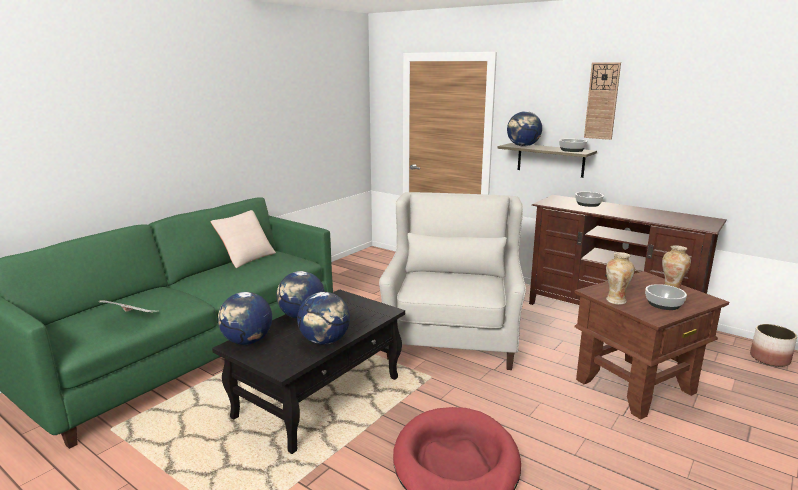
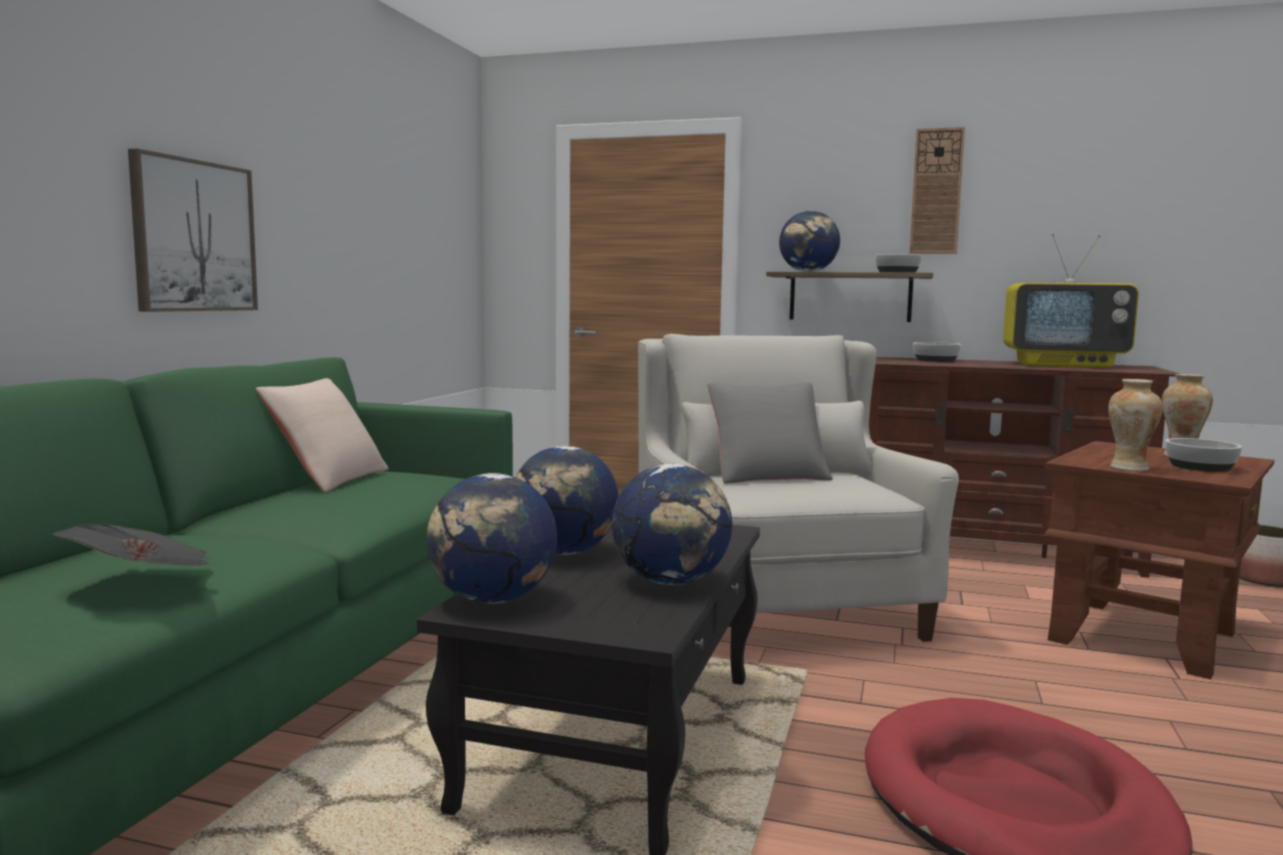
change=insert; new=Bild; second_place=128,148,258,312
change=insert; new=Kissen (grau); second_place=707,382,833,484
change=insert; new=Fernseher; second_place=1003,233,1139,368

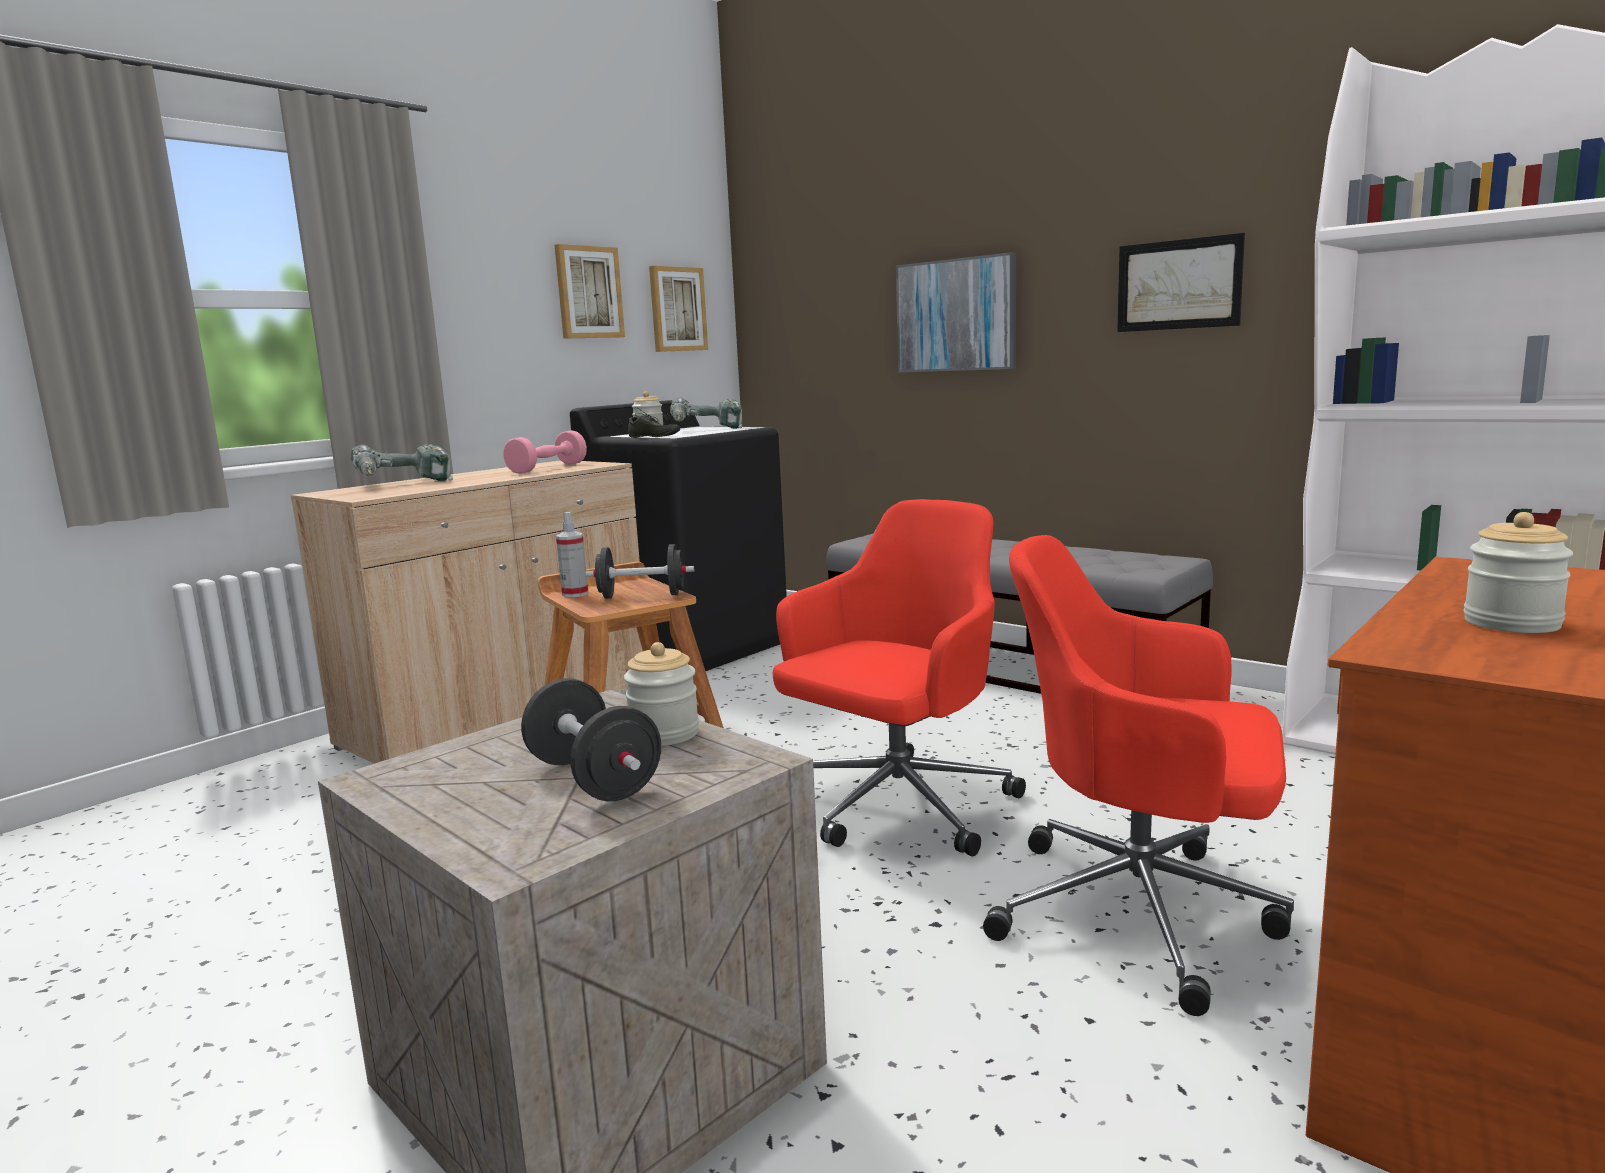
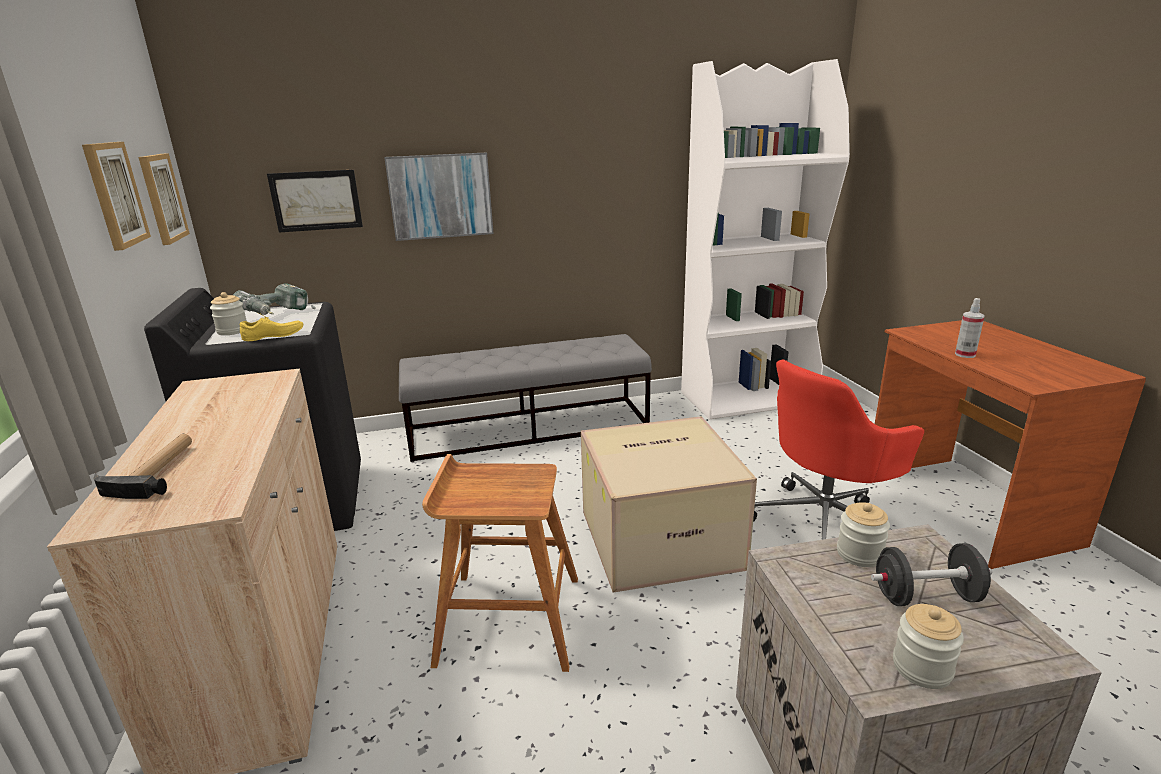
change=replace; old=Bohrmaschine; new=Hammer; first_place=351,444,453,481; second_place=94,434,192,499
change=recolor; old=Schuh (grau); new=Schuh (gelb); first_place=628,407,680,437; second_place=240,313,303,341
change=move; old=Bild; first_place=1117,233,1245,332; second_place=267,170,363,233
change=replace; old=Bürostuhl (rot); new=Karton; first_place=773,499,1026,856; second_place=581,416,757,593
change=move; old=Vorratsglas; first_place=1464,512,1573,633; second_place=893,604,964,689
change=move; old=Sprühflasche; first_place=556,512,588,597; second_place=955,298,985,358
change=delete; old=Hantel (rosa); first_place=503,430,587,474
change=delete; old=Hantel (schwarz); first_place=585,544,694,599

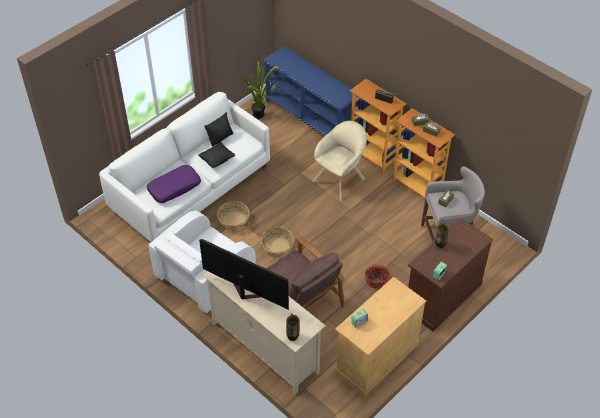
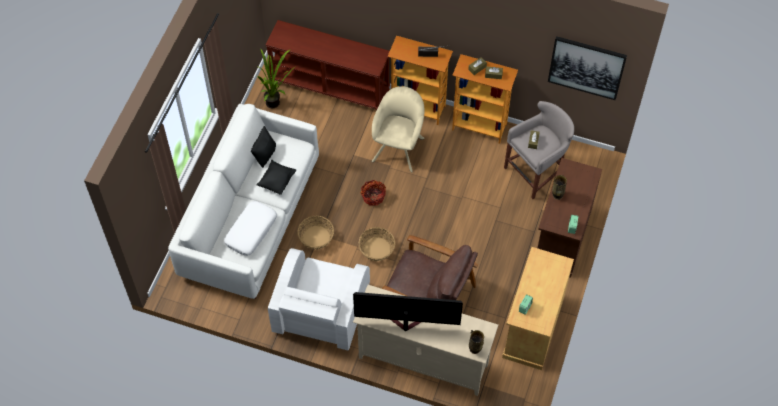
change=recolor; old=Kissen (lila); new=Kissen (weiß); first_place=147,165,201,203; second_place=224,201,277,256
change=recolor; old=Konsolentisch (blau); new=Konsolentisch (braun); first_place=264,46,358,136; second_place=266,20,390,110
change=move; old=Korb; first_place=365,264,390,289; second_place=361,180,386,206
change=insert; new=Bild; second_place=548,36,627,100

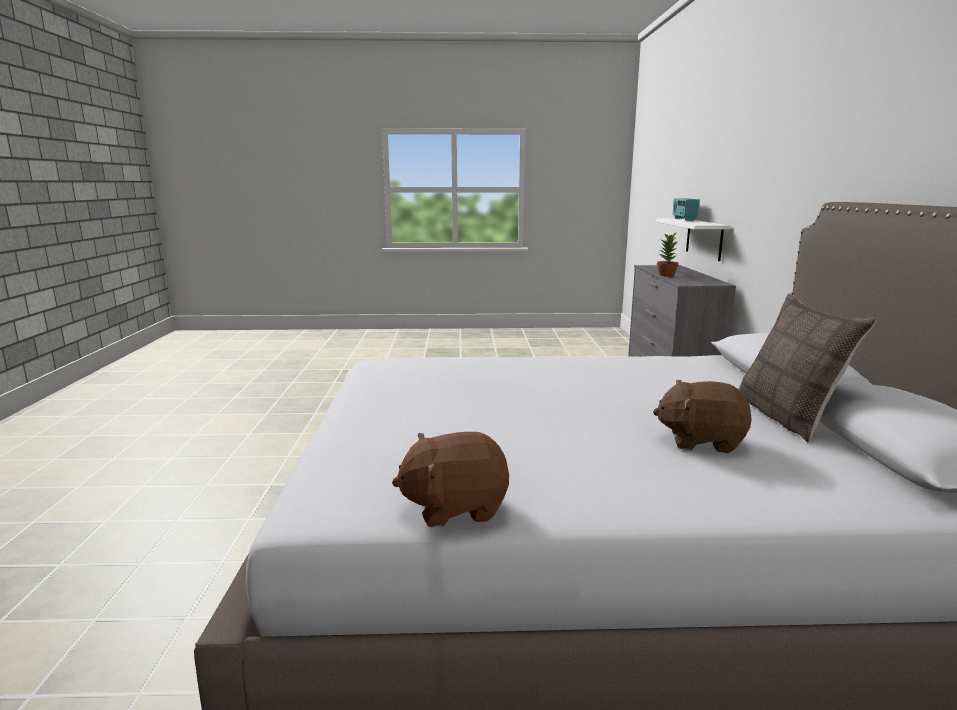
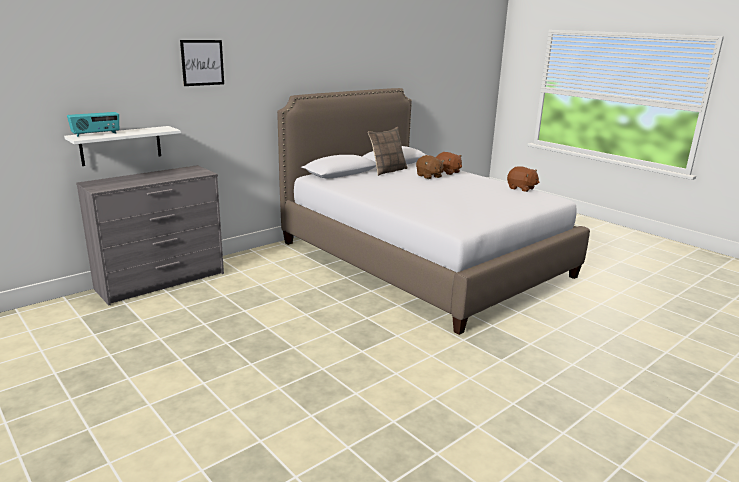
change=insert; new=Bild; second_place=180,40,224,86
change=insert; new=Plüschtier (braun); second_place=436,152,462,175
change=delete; old=Topfpflanze; first_place=657,231,679,276

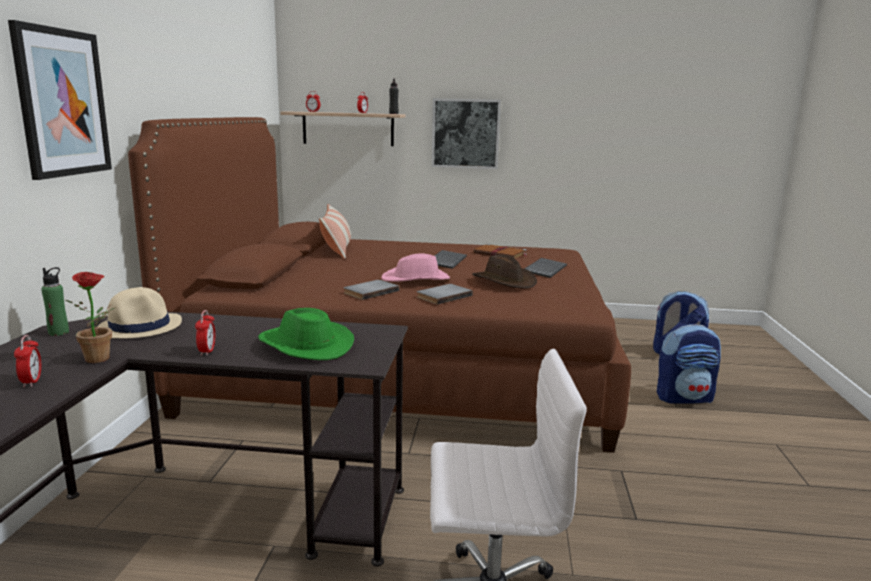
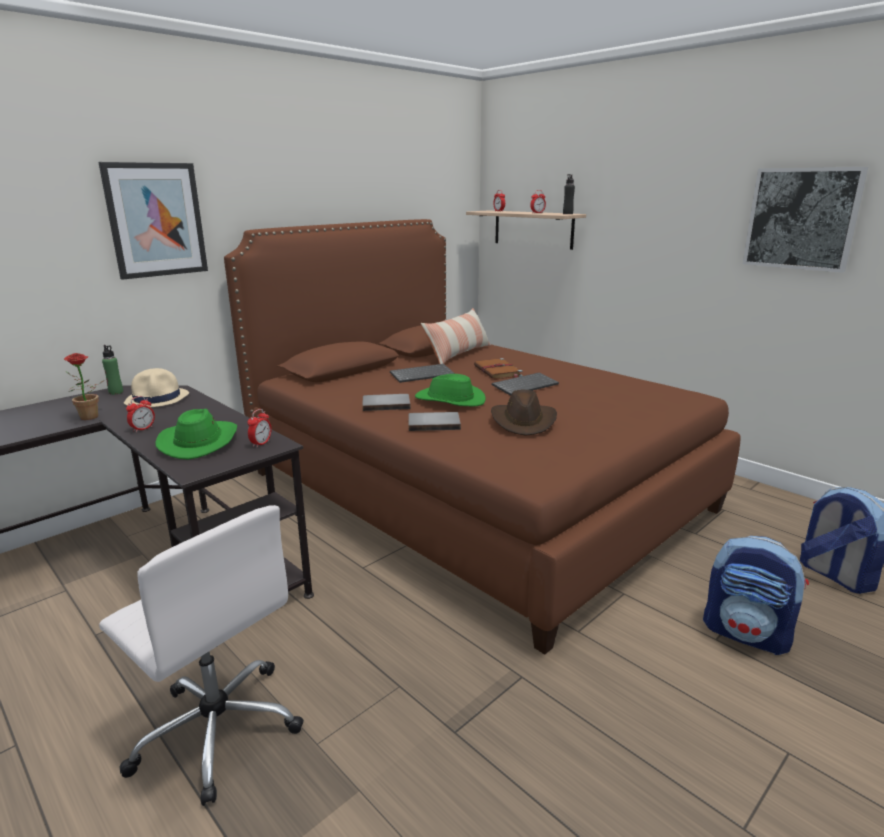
change=move; old=Wecker; first_place=14,335,41,388; second_place=247,409,272,448
change=move; old=Tastatur; first_place=525,258,567,278; second_place=390,364,455,383
change=recolor; old=Hut (rosa); new=Hut (grün); first_place=381,253,450,282; second_place=415,374,486,406
change=move; old=Buch (braun); first_place=473,244,527,259; second_place=474,358,523,379
change=move; old=Bild; first_place=432,98,501,169; second_place=743,167,868,273

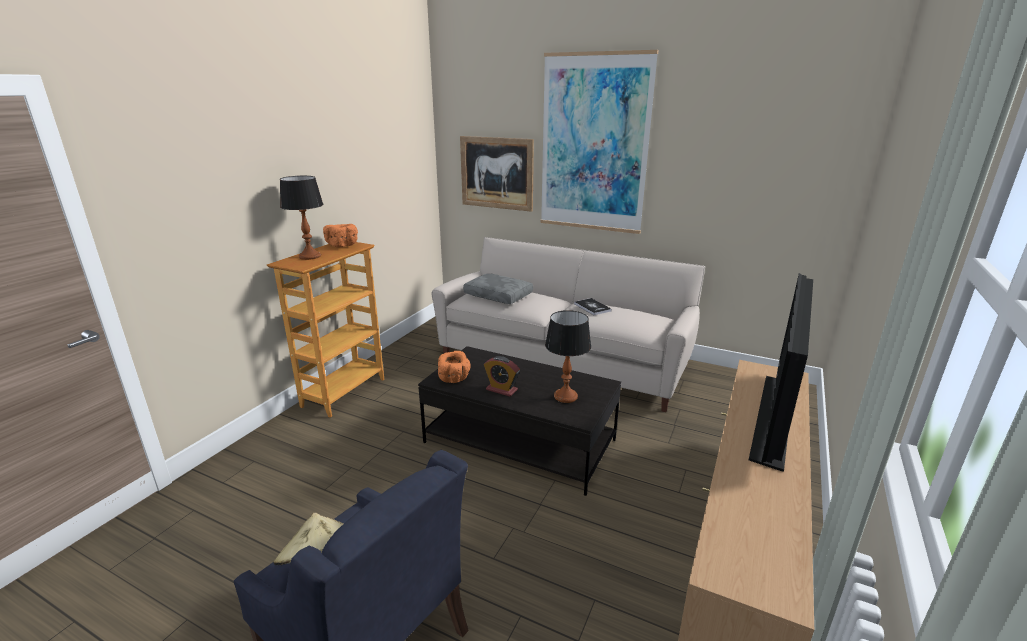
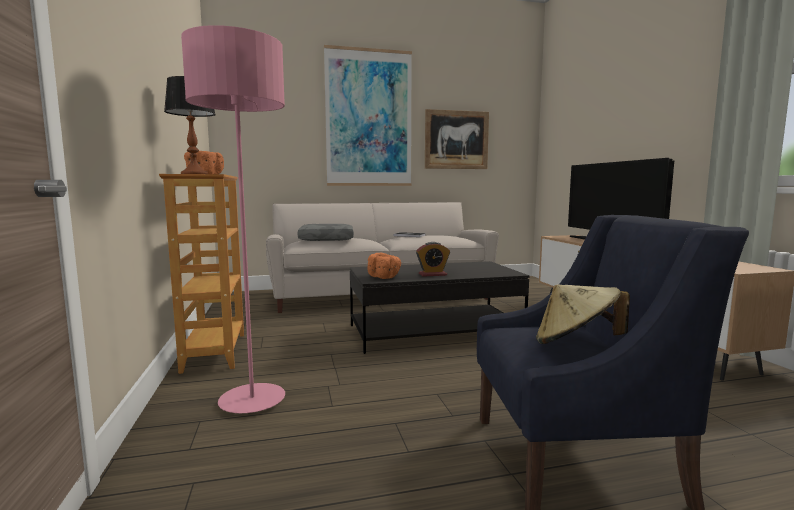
change=insert; new=Stehlampe (rosa); second_place=181,25,285,413
change=move; old=Bild; first_place=460,136,534,212; second_place=425,109,489,169
change=delete; old=Tischlampe; first_place=545,310,591,403

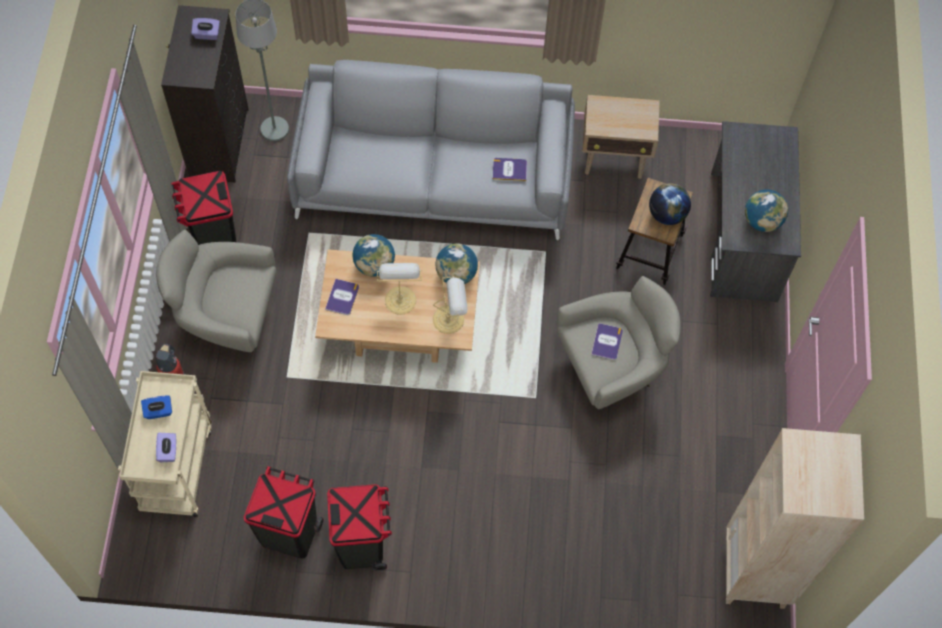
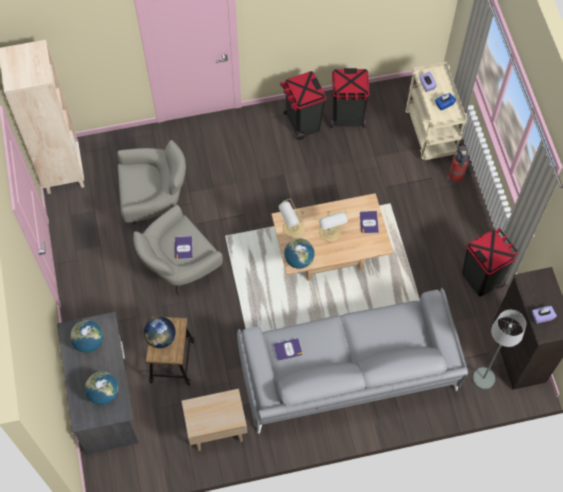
change=move; old=Globus; first_place=353,234,395,276; second_place=85,372,118,405
change=move; old=Sessel (grau); first_place=156,230,276,353; second_place=118,140,186,224

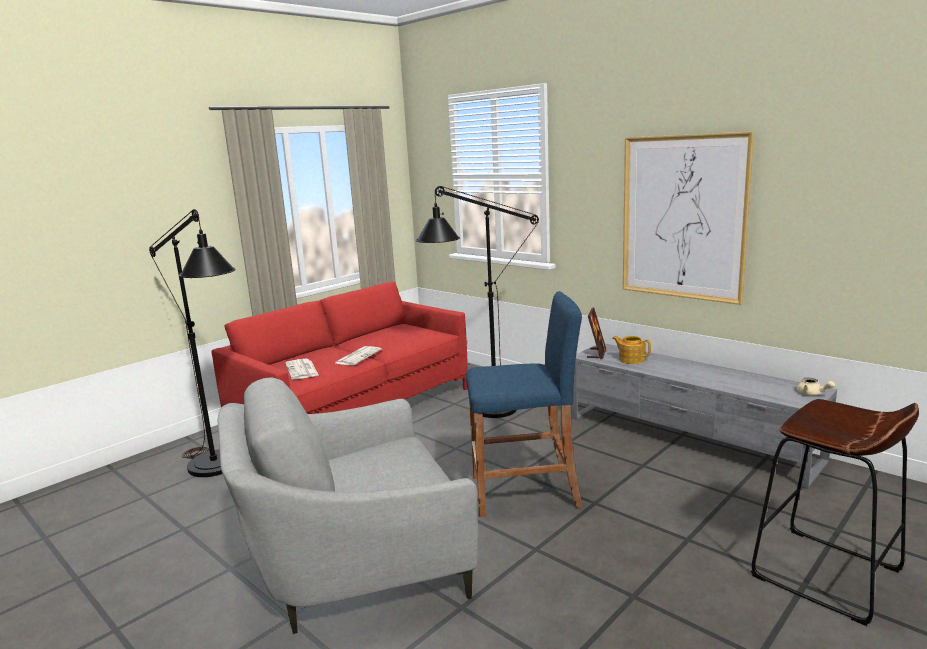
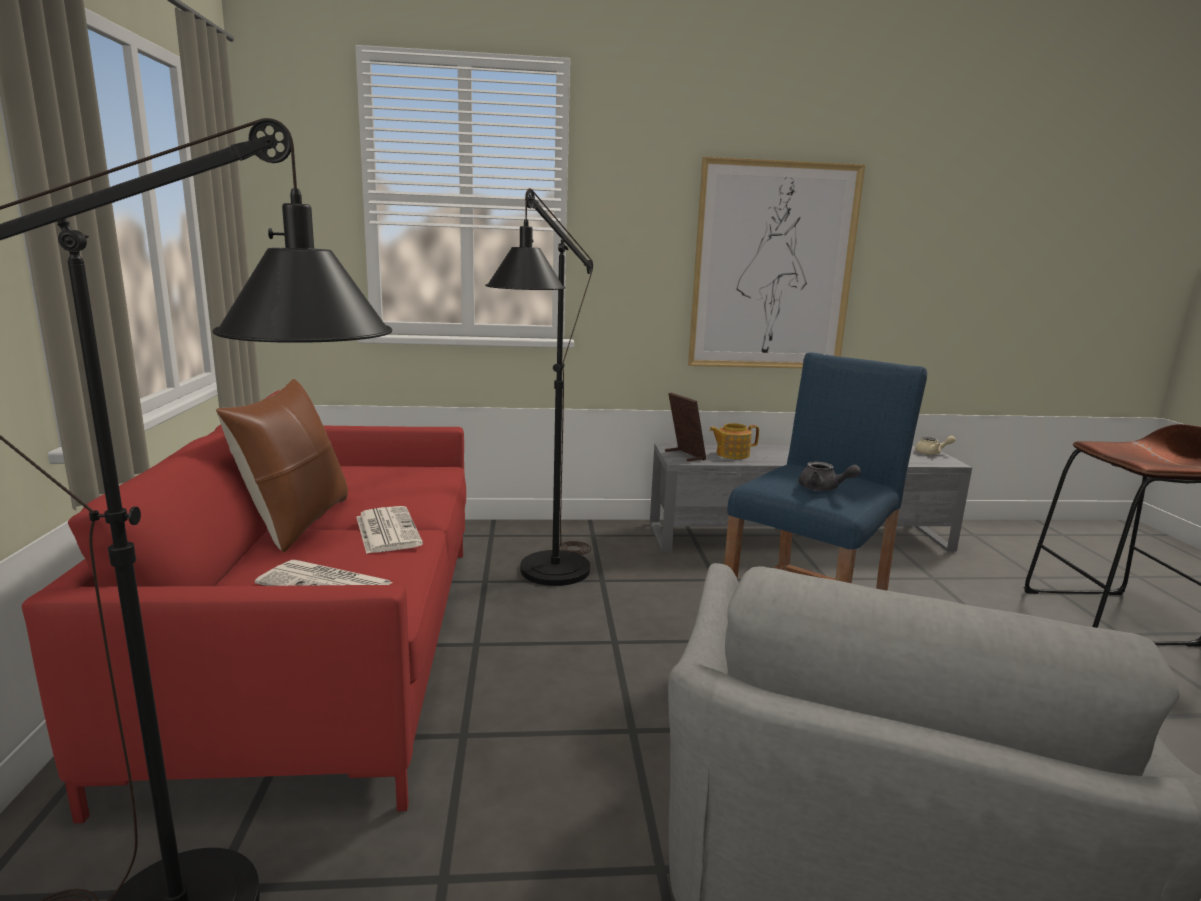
change=insert; new=Kissen (braun); second_place=216,379,348,553
change=insert; new=Teekanne (grau); second_place=799,461,861,491

